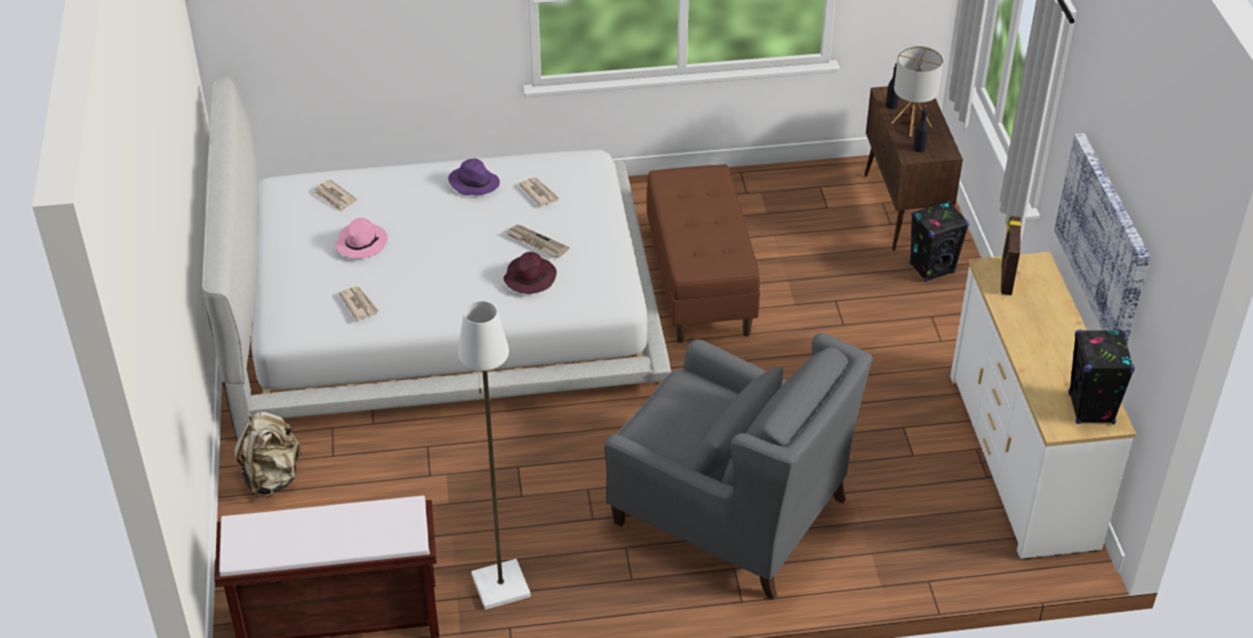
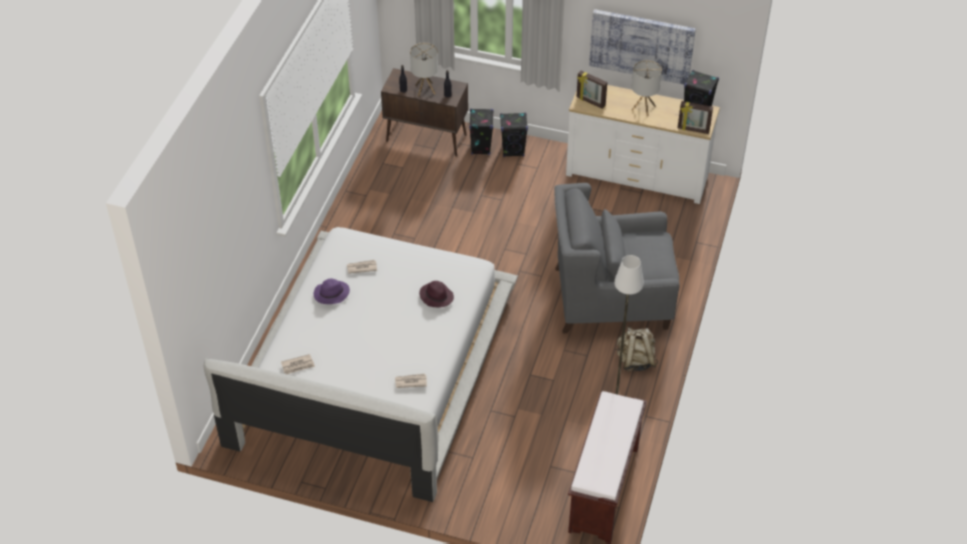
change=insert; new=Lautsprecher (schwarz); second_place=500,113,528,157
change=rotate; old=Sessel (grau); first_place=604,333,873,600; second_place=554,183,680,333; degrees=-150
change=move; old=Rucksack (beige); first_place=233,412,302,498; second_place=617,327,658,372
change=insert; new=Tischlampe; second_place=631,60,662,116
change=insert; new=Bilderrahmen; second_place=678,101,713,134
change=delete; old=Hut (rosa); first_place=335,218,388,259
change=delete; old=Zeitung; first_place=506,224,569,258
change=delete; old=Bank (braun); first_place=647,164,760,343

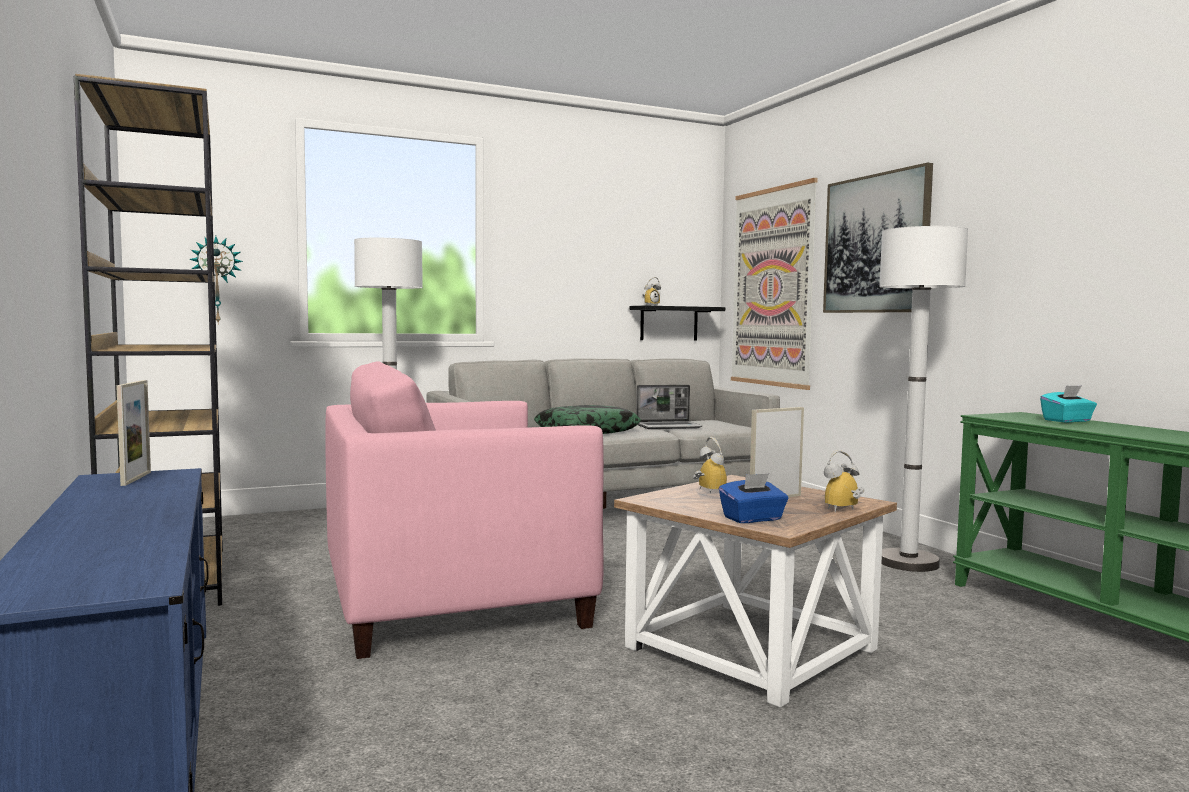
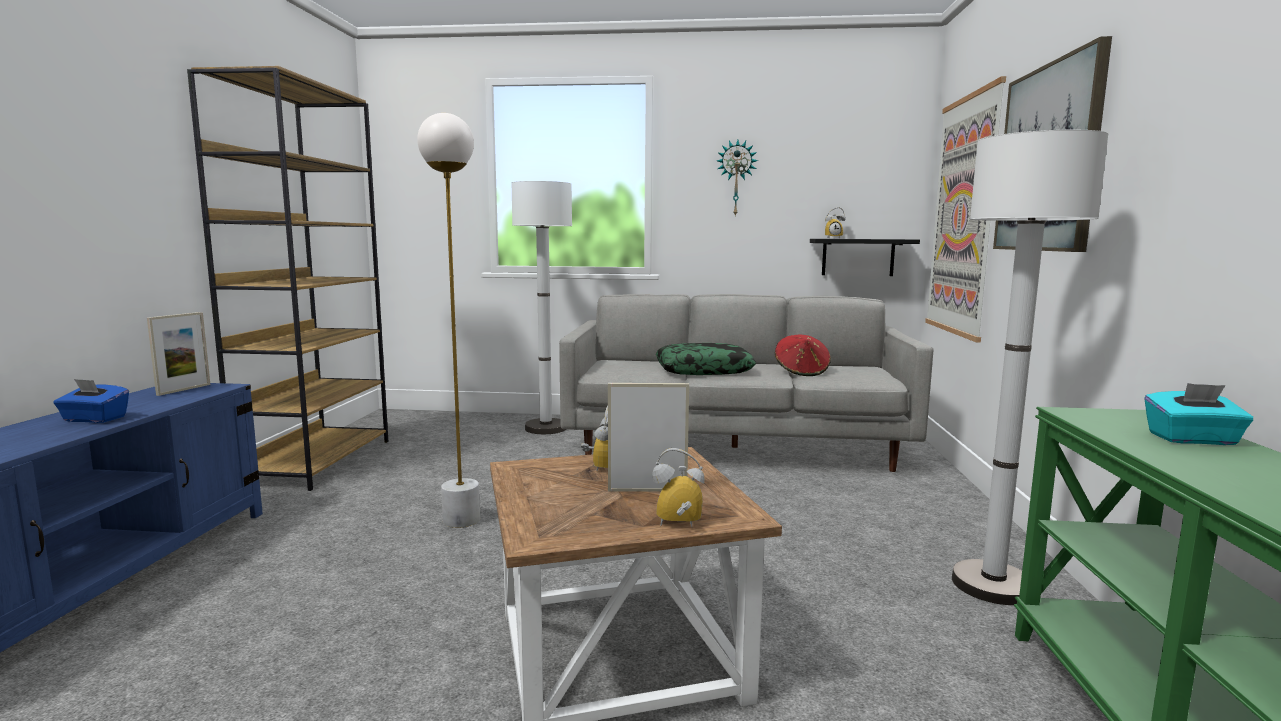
change=move; old=Taschentuchbox (blau); first_place=719,473,789,523; second_place=54,379,129,423
change=replace; old=Sessel (rosa); new=Stehlampe (weiß); first_place=325,361,604,659; second_place=417,113,480,528
change=move; old=Wanduhr; first_place=189,236,243,325; second_place=717,140,758,217
change=replace; old=Laptop; new=Hut (rot); first_place=636,385,702,429; second_place=775,335,831,376

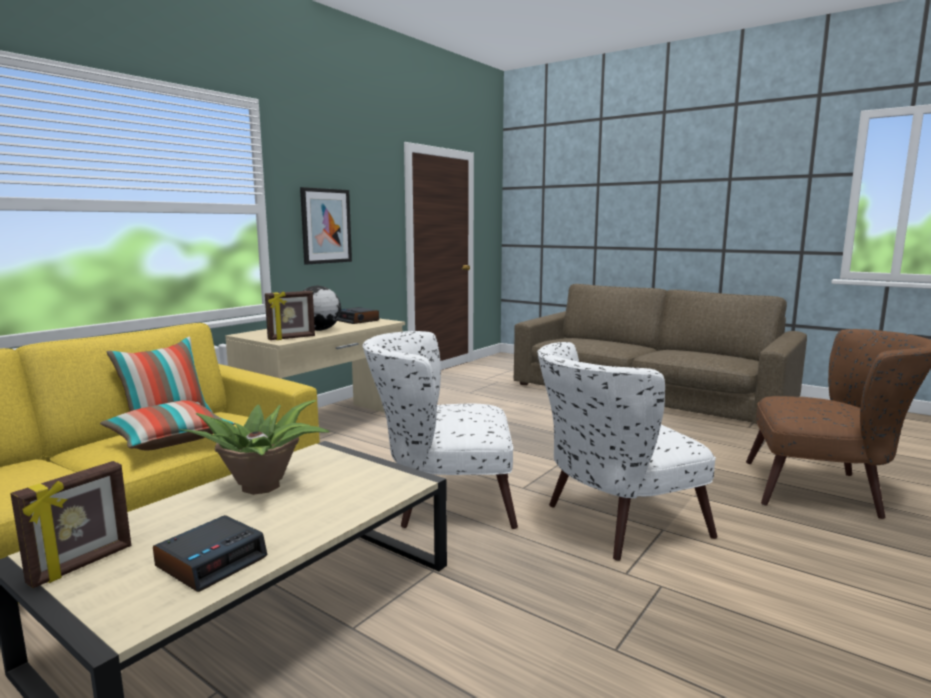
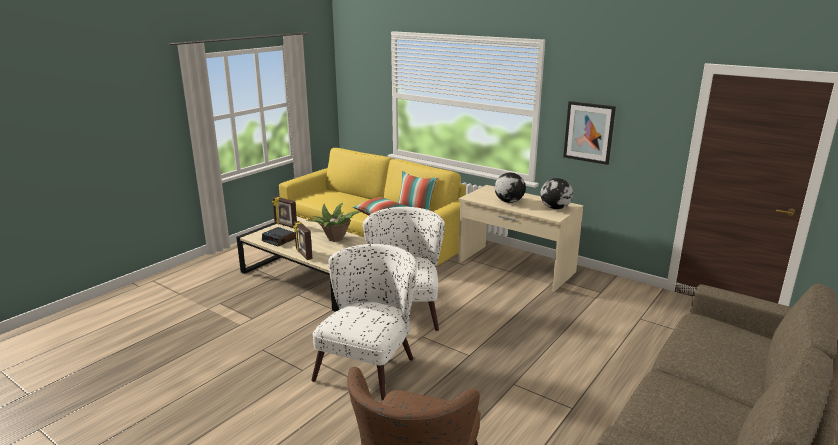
change=move; old=Bilderrahmen; first_place=265,291,315,340; second_place=293,221,313,260
change=rotate; old=Sessel (weiß); first_place=537,342,717,561; second_place=311,244,417,401; degrees=45
change=replace; old=Wecker; new=Globus; first_place=338,307,379,324; second_place=540,178,573,209

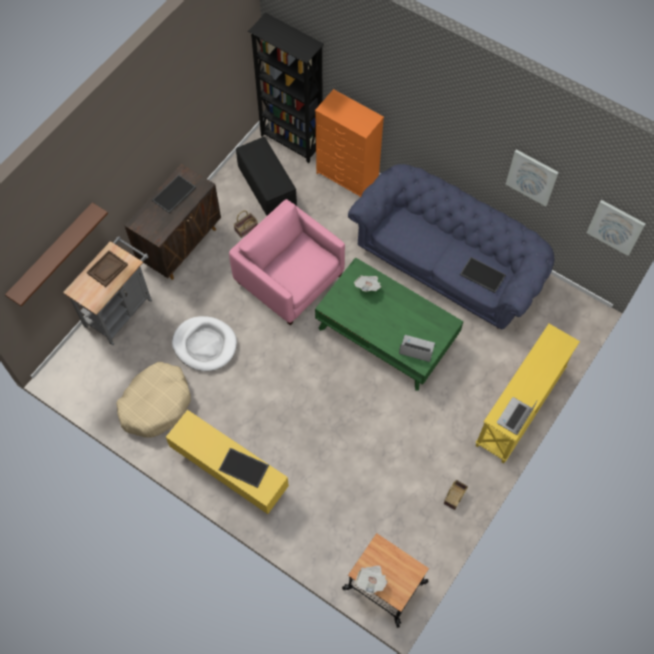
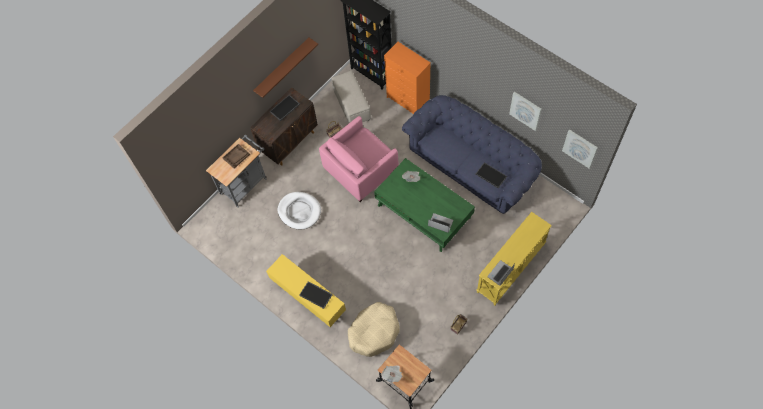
change=move; old=Wandregal (braun); first_place=5,203,108,307; second_place=253,38,318,98
change=rotate; old=Sessel (rosa); first_place=229,199,345,325; second_place=319,116,399,202; degrees=-90
change=recolor; old=Polsterhocker (schwarz); new=Polsterhocker (beige); first_place=236,137,297,216; second_place=331,70,371,123
change=move; old=Hundebett (beige); first_place=117,362,191,438; second_place=348,302,400,357

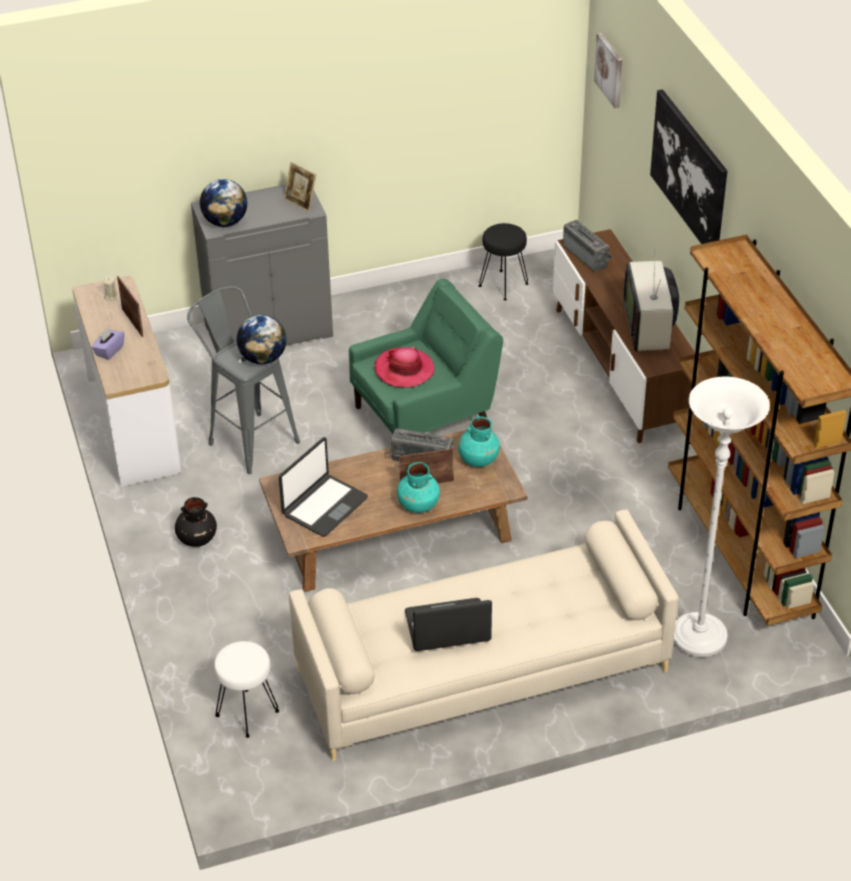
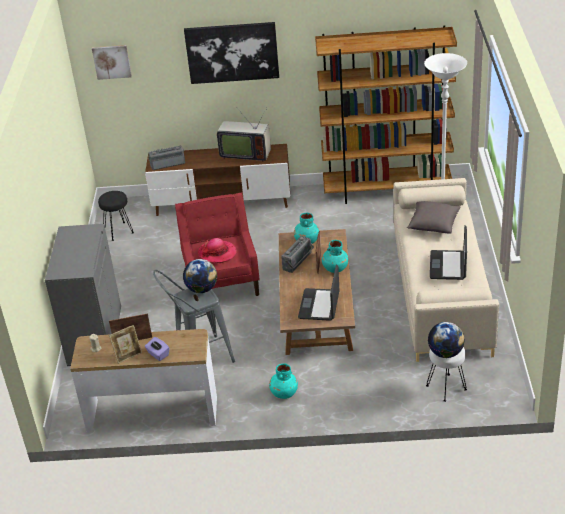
change=move; old=Bilderrahmen; first_place=284,162,316,212; second_place=109,325,142,364
change=recolor; old=Sessel (grün); new=Sessel (rot); first_place=349,279,503,434; second_place=175,192,260,301
change=recolor; old=Vase (schwarz); new=Vase (türkis); first_place=175,497,217,547; second_place=269,363,298,399
change=rotate; old=Laptop; first_place=279,437,368,537; second_place=298,264,340,321; degrees=-135
change=insert; new=Kissen (grau); second_place=407,201,461,233
change=move; old=Globus; first_place=200,179,247,227; second_place=428,322,464,358

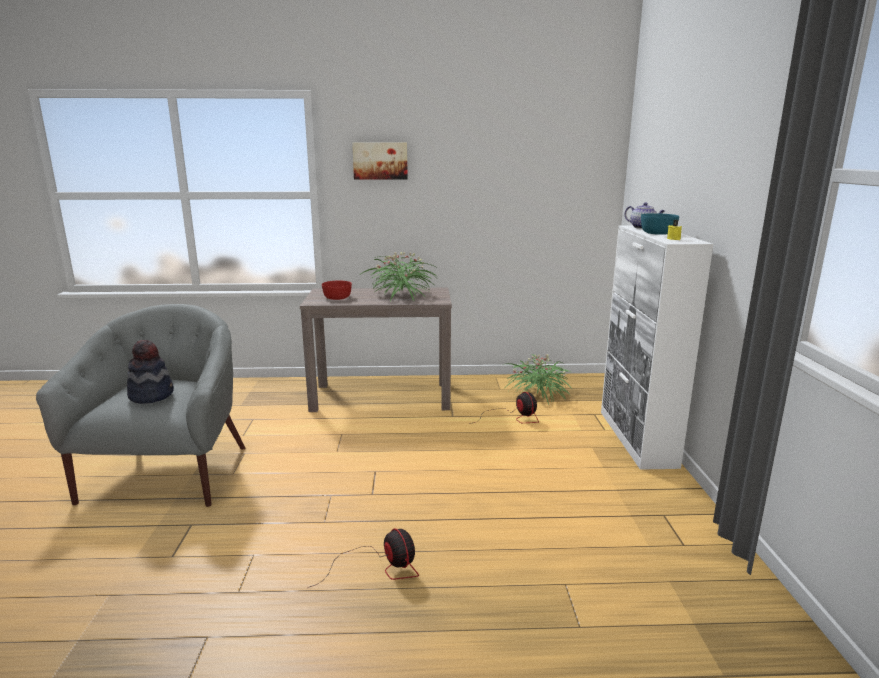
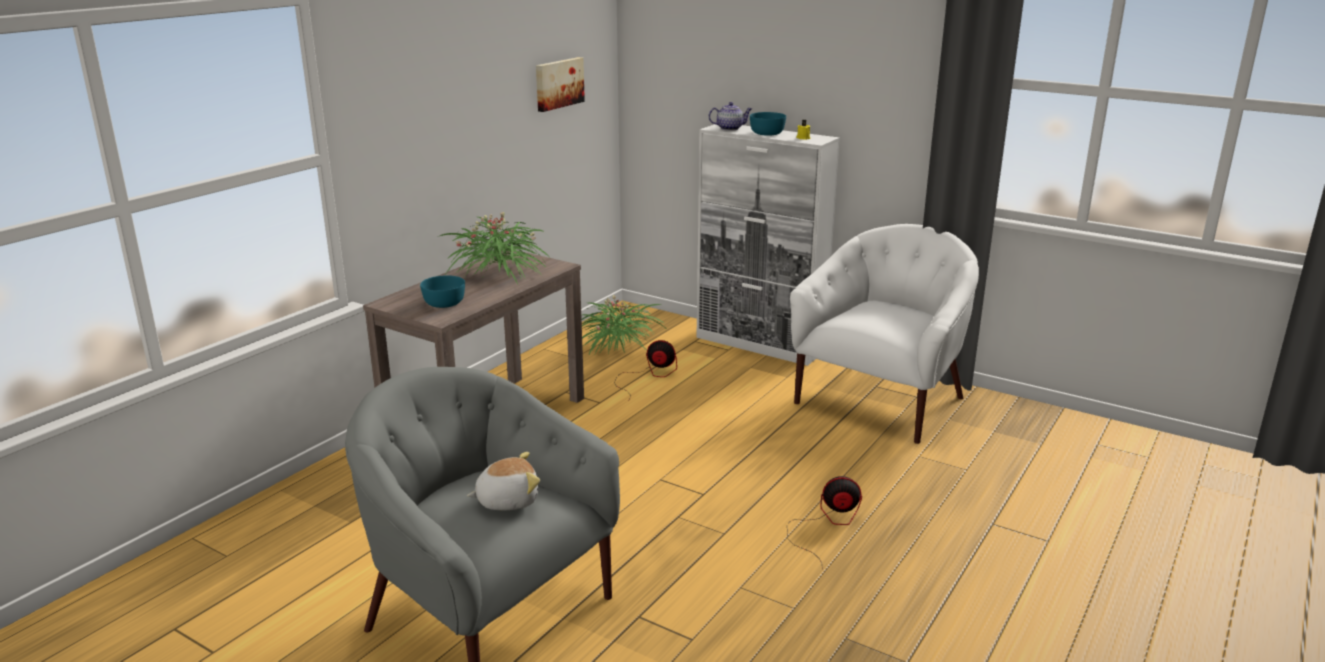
change=recolor; old=Schüssel (rot); new=Schüssel (türkis); first_place=322,281,352,300; second_place=420,275,465,308
change=replace; old=Hut; new=Plüschtier; first_place=127,340,174,404; second_place=467,452,540,511
change=move; old=Bild; first_place=352,142,408,179; second_place=536,57,585,112
change=insert; new=Sessel (weiß); second_place=790,224,979,444

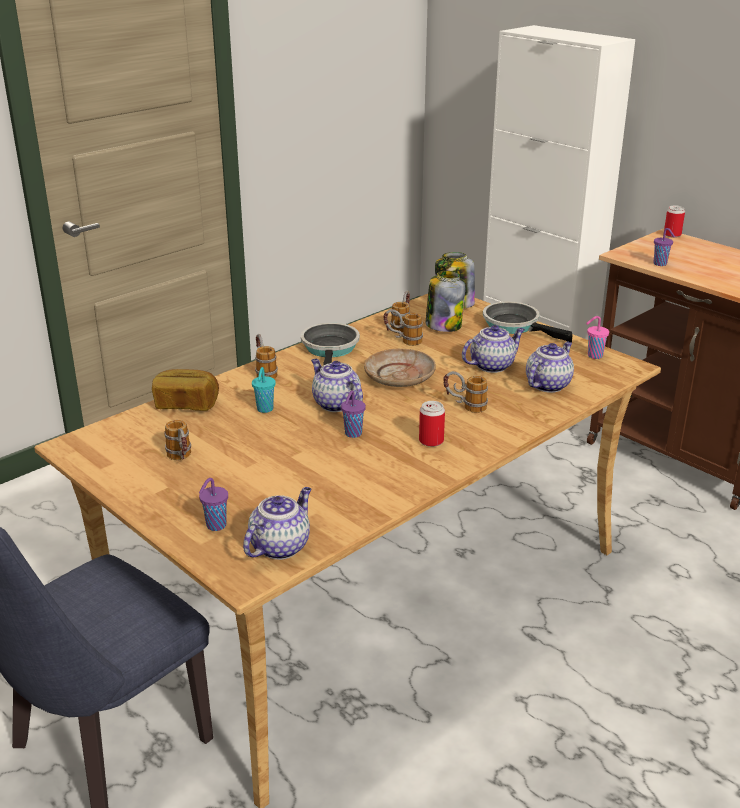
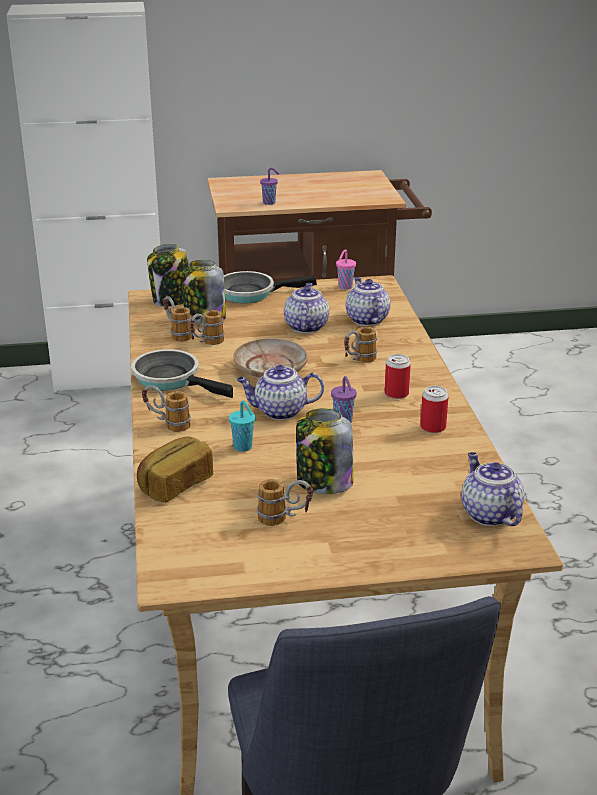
change=insert; new=Vorratsglas; second_place=296,408,353,494
change=move; old=Dose; first_place=664,205,685,238; second_place=420,386,449,433
change=delete; old=Tasse (lila); first_place=199,478,228,531

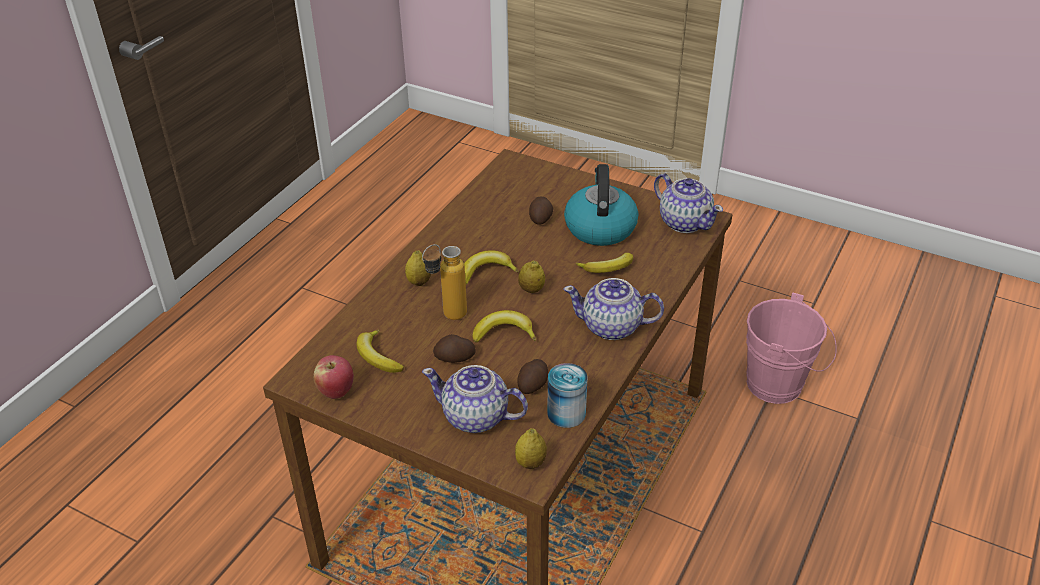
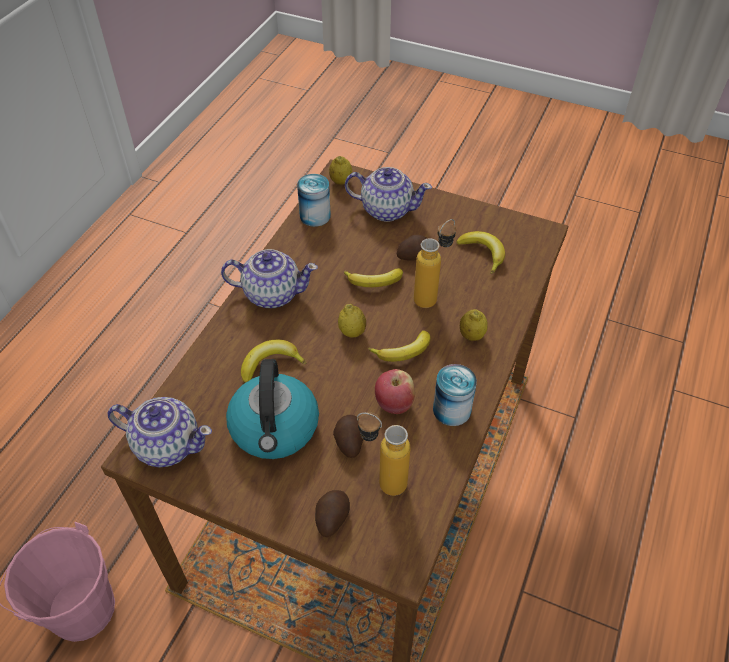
change=rotate; old=Teekanne; first_place=654,173,723,233; second_place=108,397,212,468; degrees=150
change=move; old=Kartoffel; first_place=517,359,548,394; second_place=315,490,350,537
change=insert; new=Flasche; second_place=357,413,411,496
change=move; old=Apfel; first_place=313,355,354,399; second_place=375,369,415,414
change=insert; new=Dose; second_place=433,364,477,426

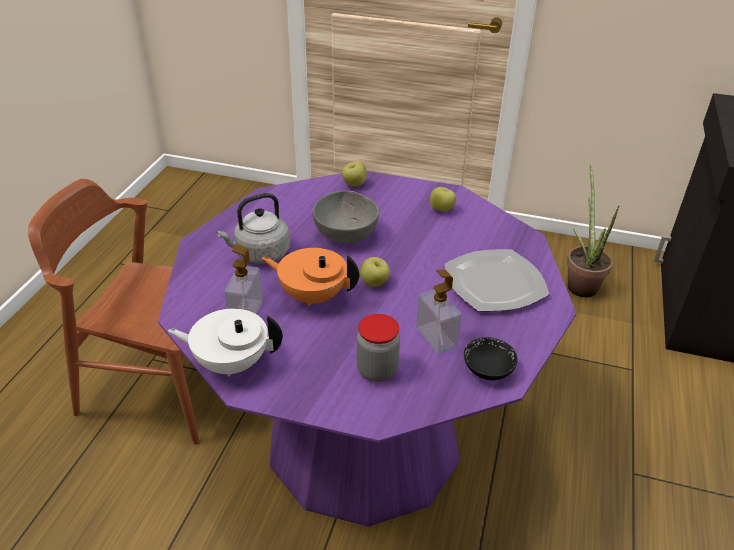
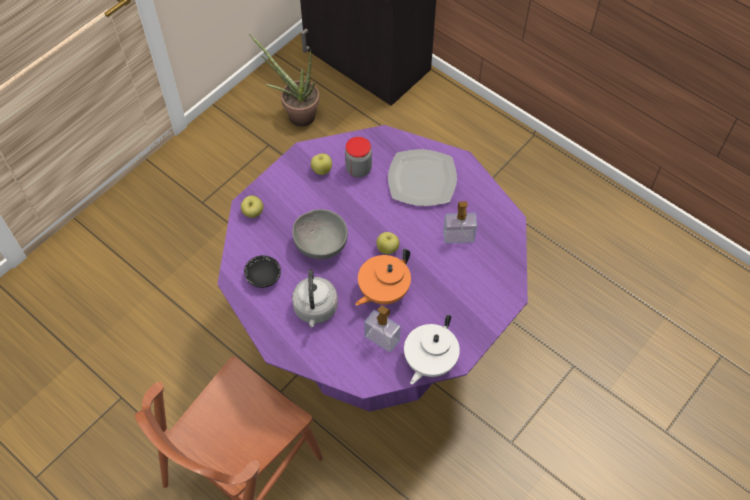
change=move; old=Schüssel (schwarz); first_place=464,337,518,380; second_place=244,255,281,288
change=move; old=Vorratsglas; first_place=357,314,400,382; second_place=345,137,372,177

